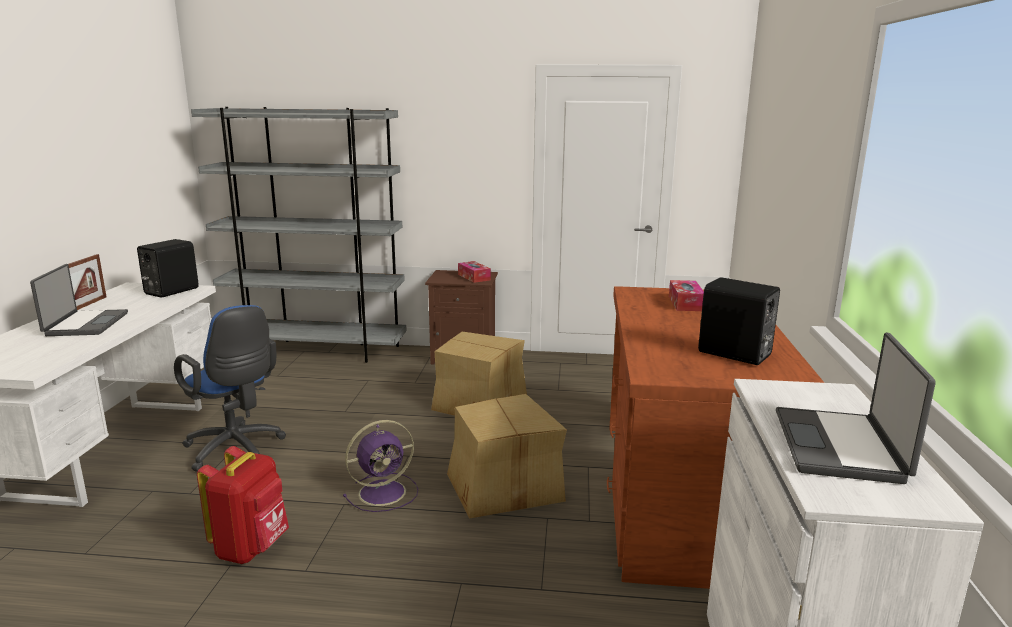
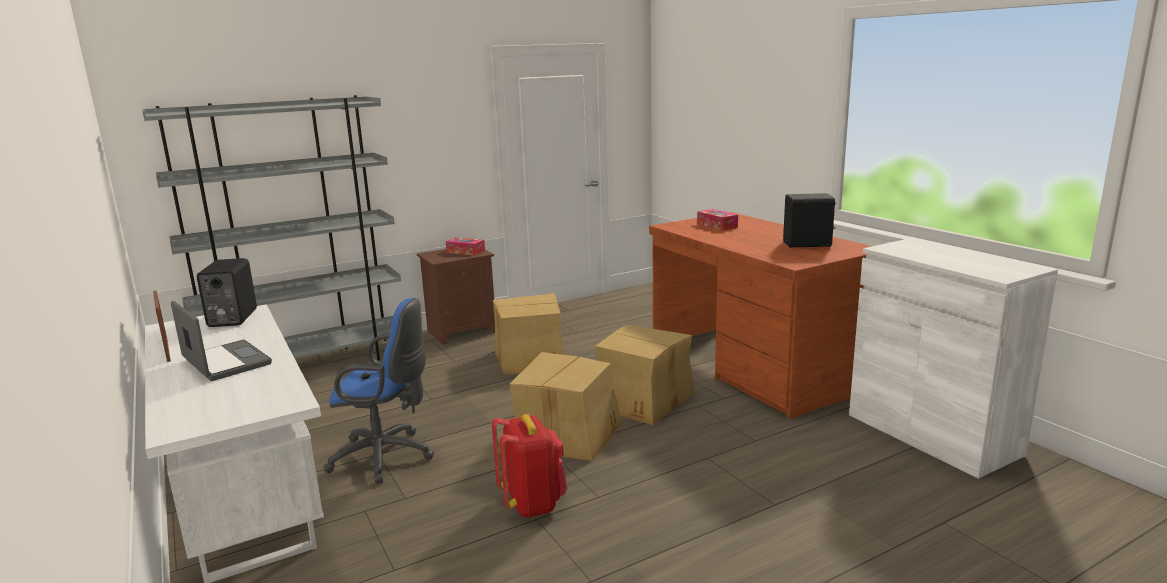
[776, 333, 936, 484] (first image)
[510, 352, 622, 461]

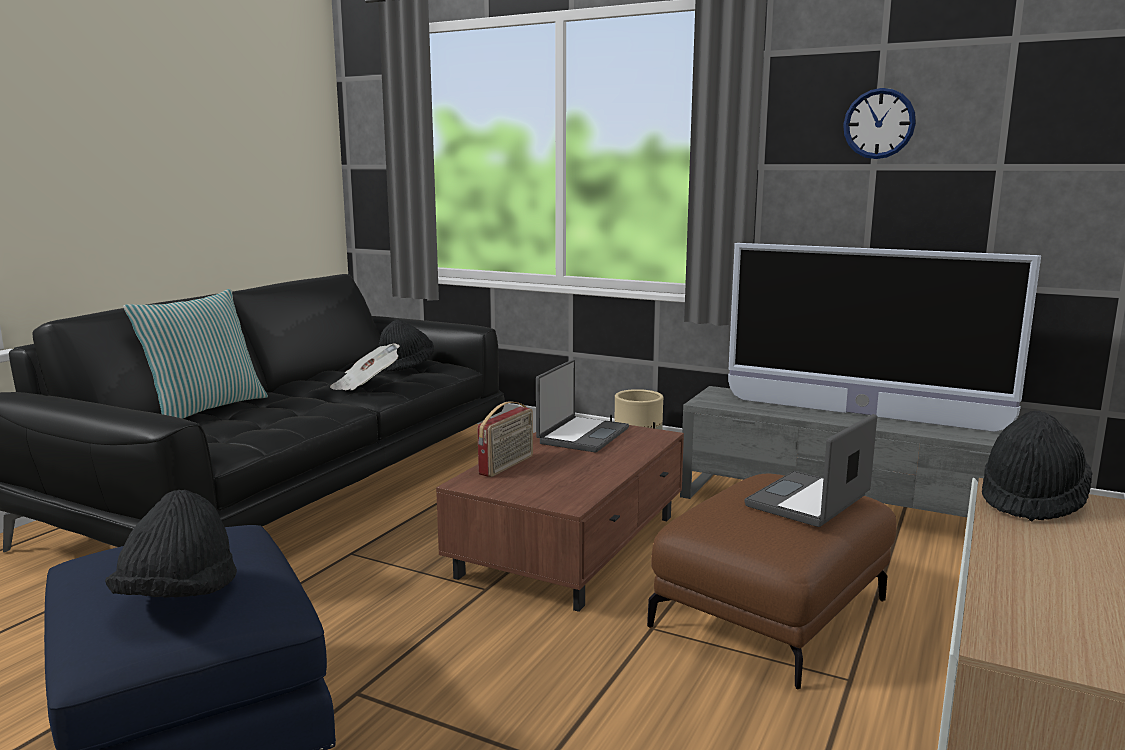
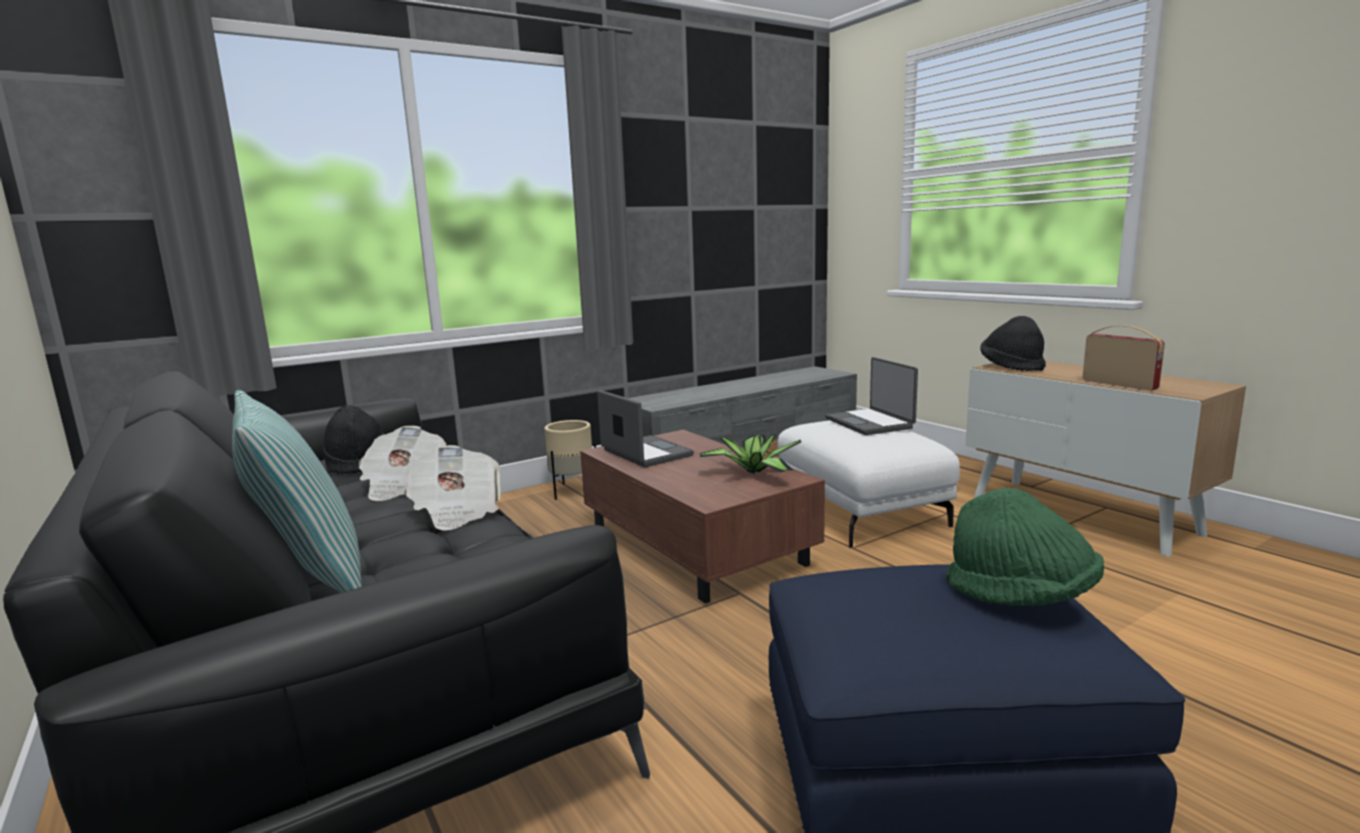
[728, 243, 1041, 432] (first image)
[843, 88, 916, 159] (first image)
[404, 445, 501, 531]
[700, 434, 801, 475]
[1082, 325, 1165, 391]
[946, 488, 1104, 607]
[777, 420, 960, 548]

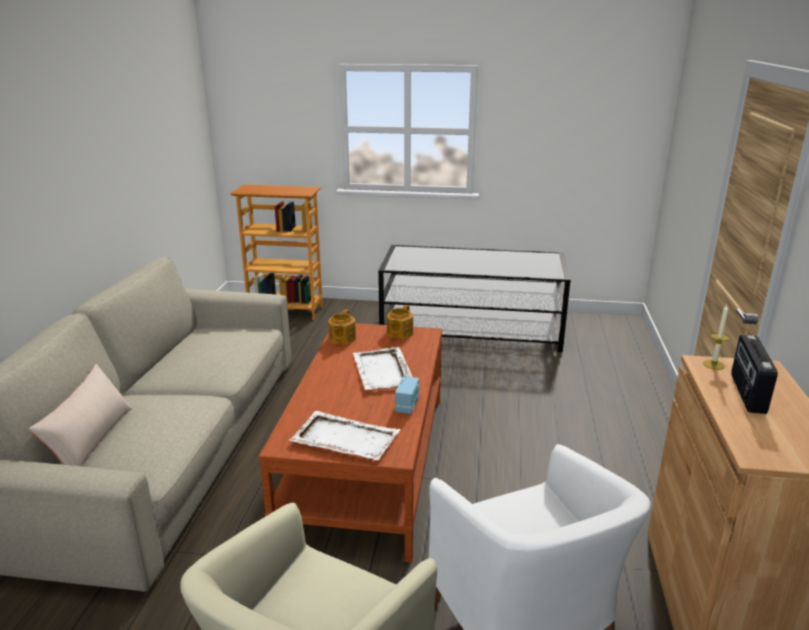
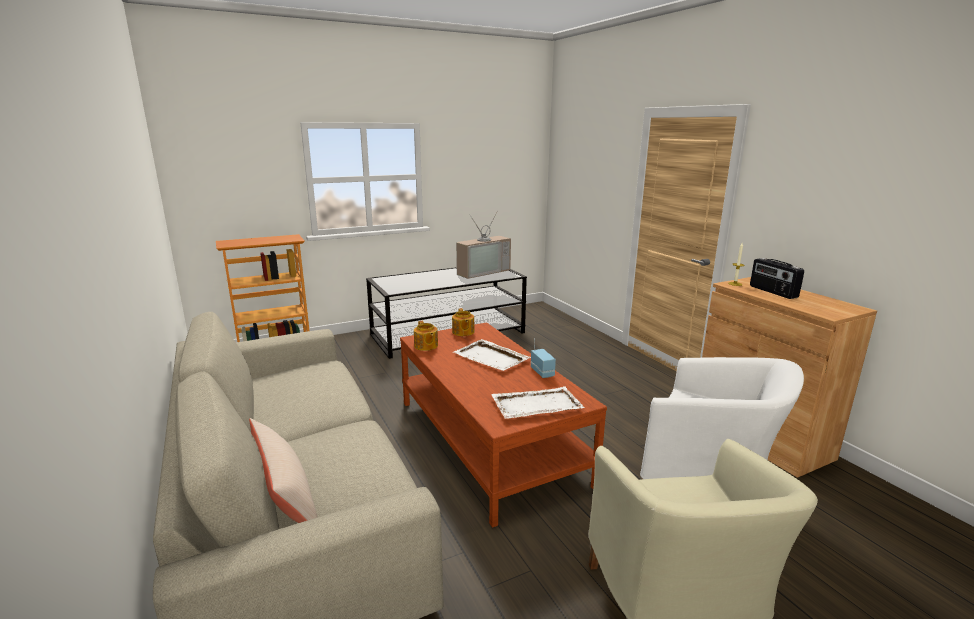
[456, 211, 511, 279]

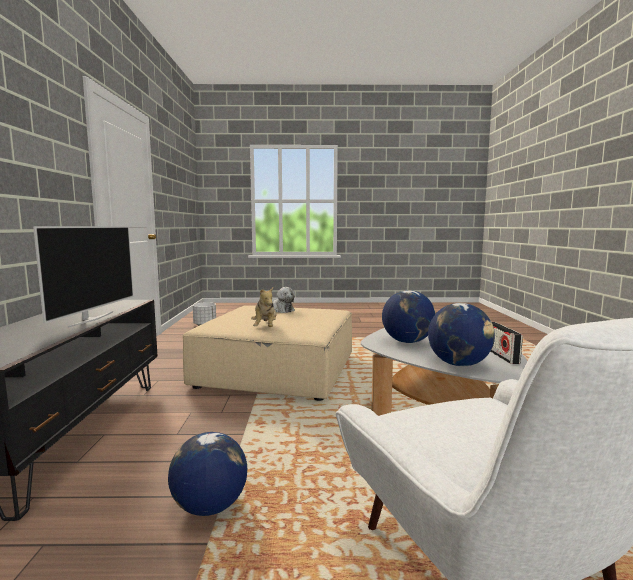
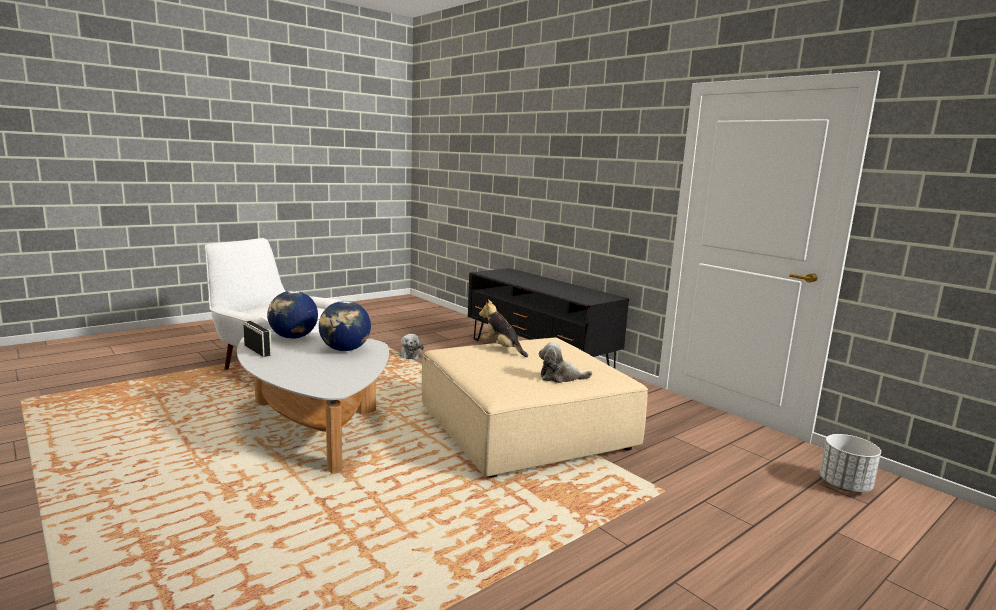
[33, 226, 134, 328] (first image)
[399, 334, 424, 360]

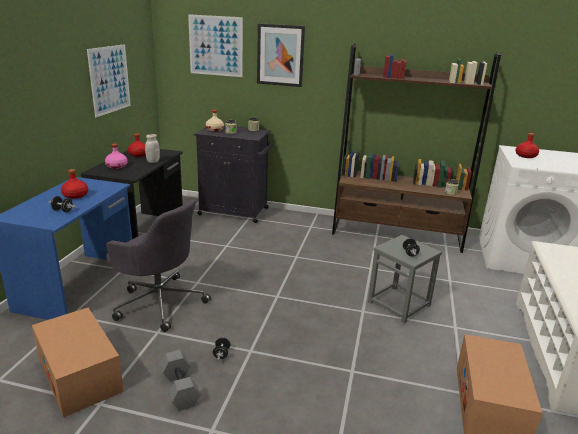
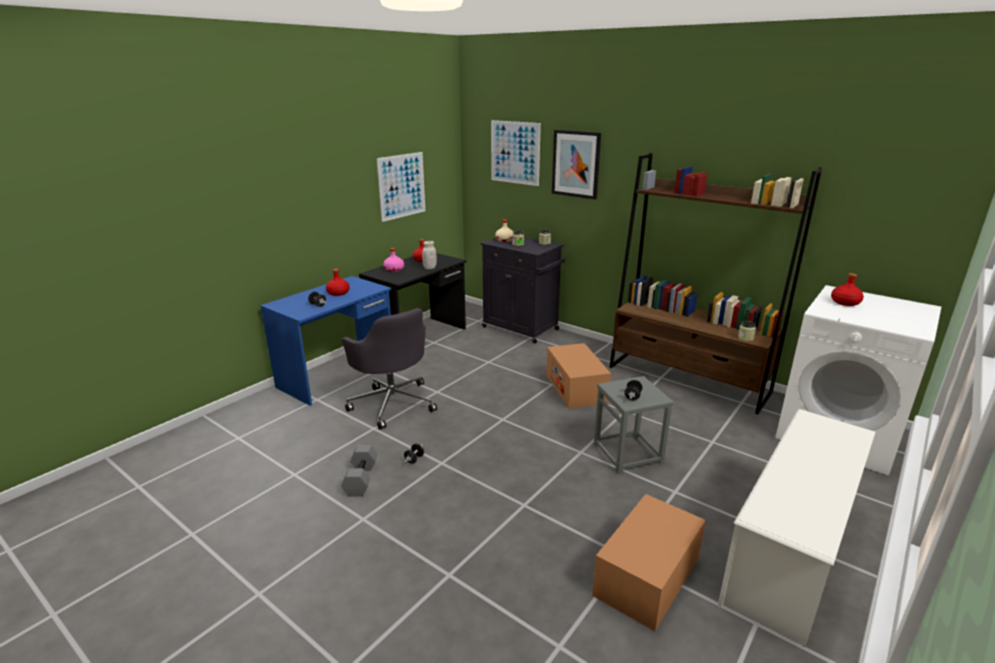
[546, 343, 611, 409]

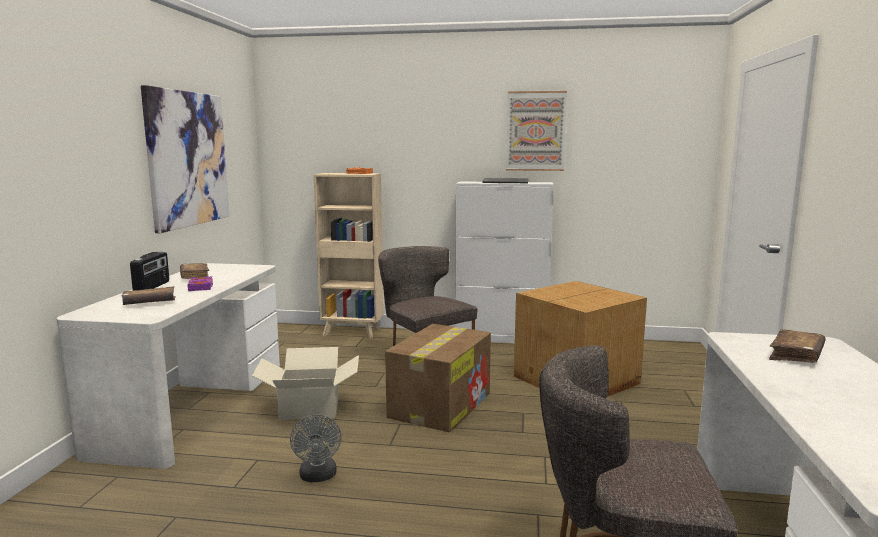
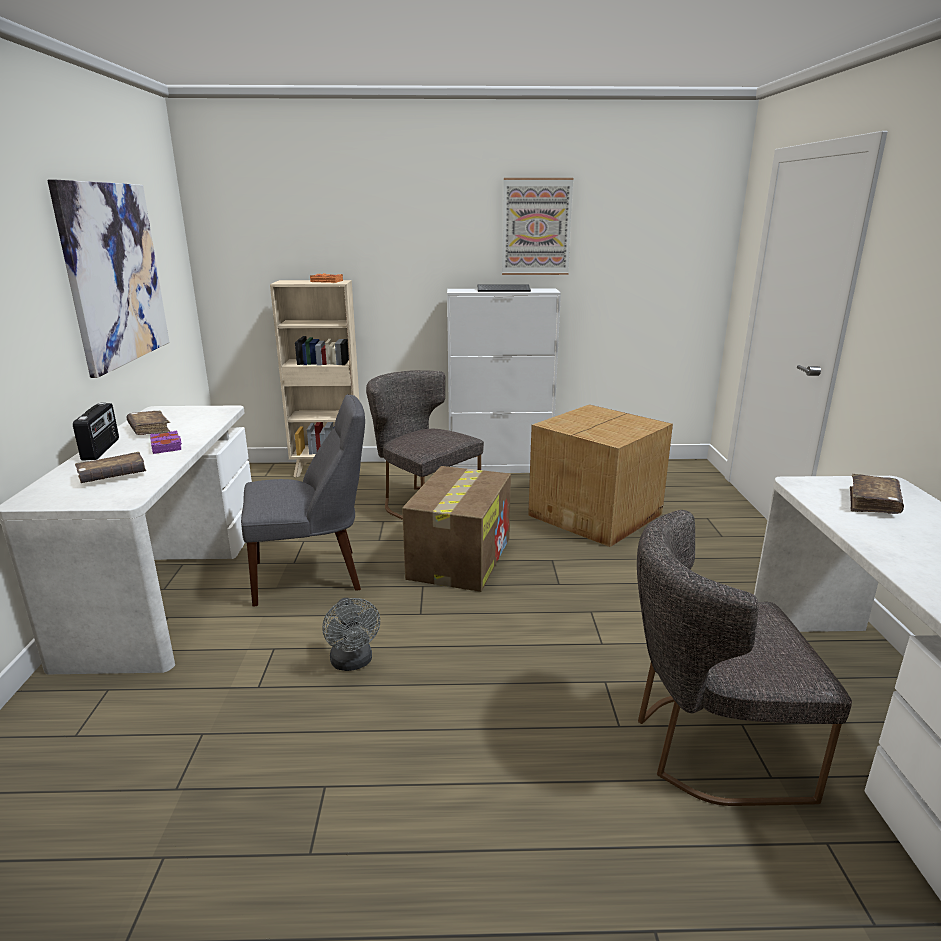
[241, 394, 365, 607]

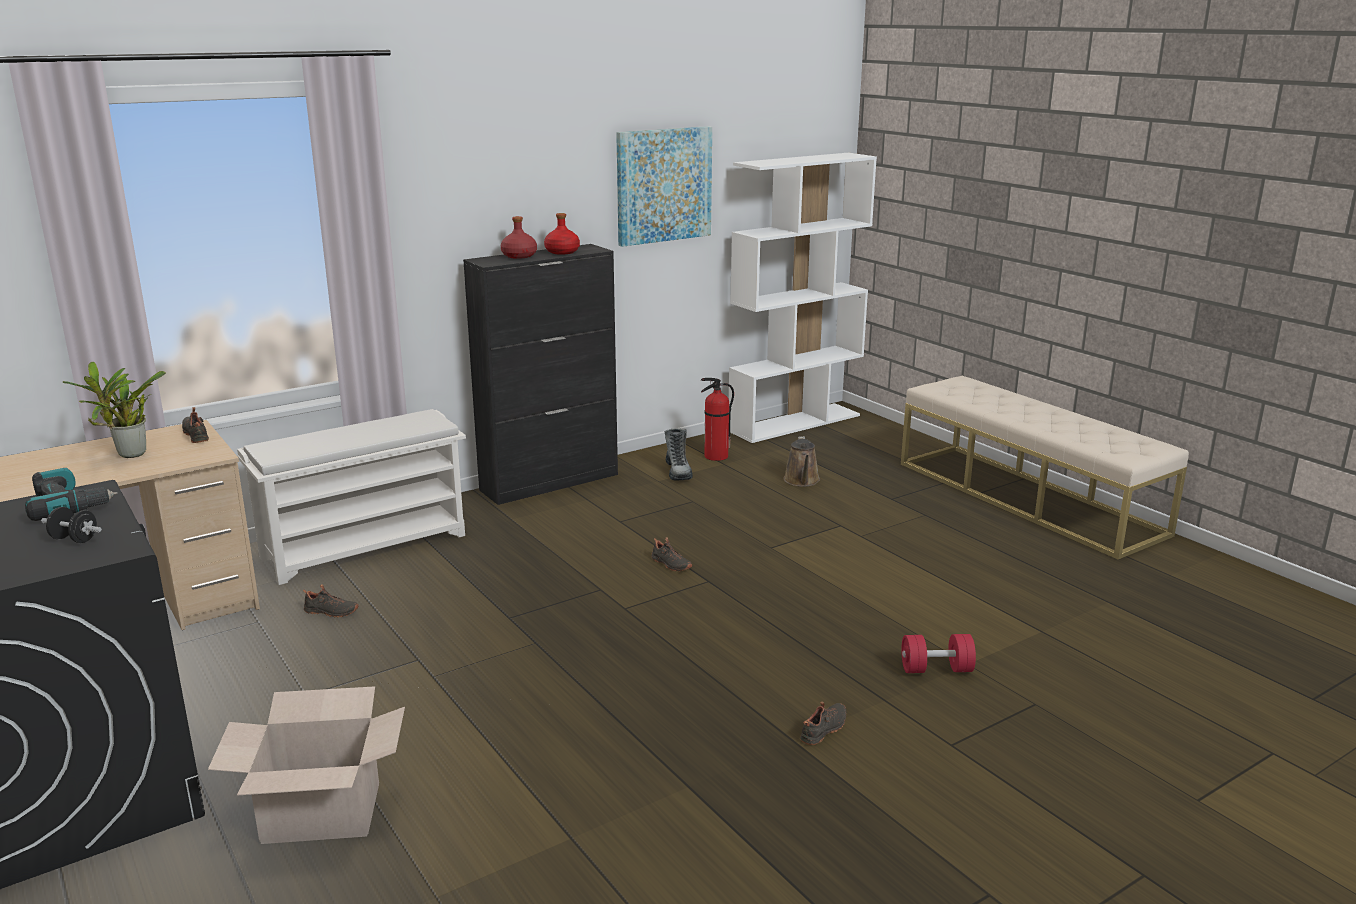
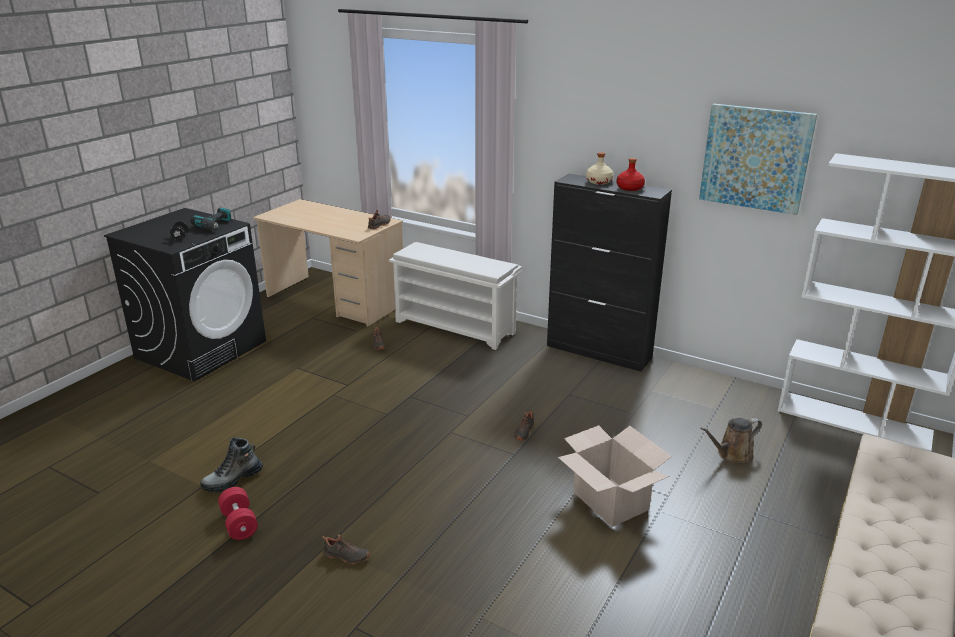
[63, 361, 166, 458] (first image)
[701, 378, 734, 461] (first image)
[558, 425, 672, 527]
[200, 437, 263, 492]
[218, 487, 258, 540]
[586, 152, 614, 185]

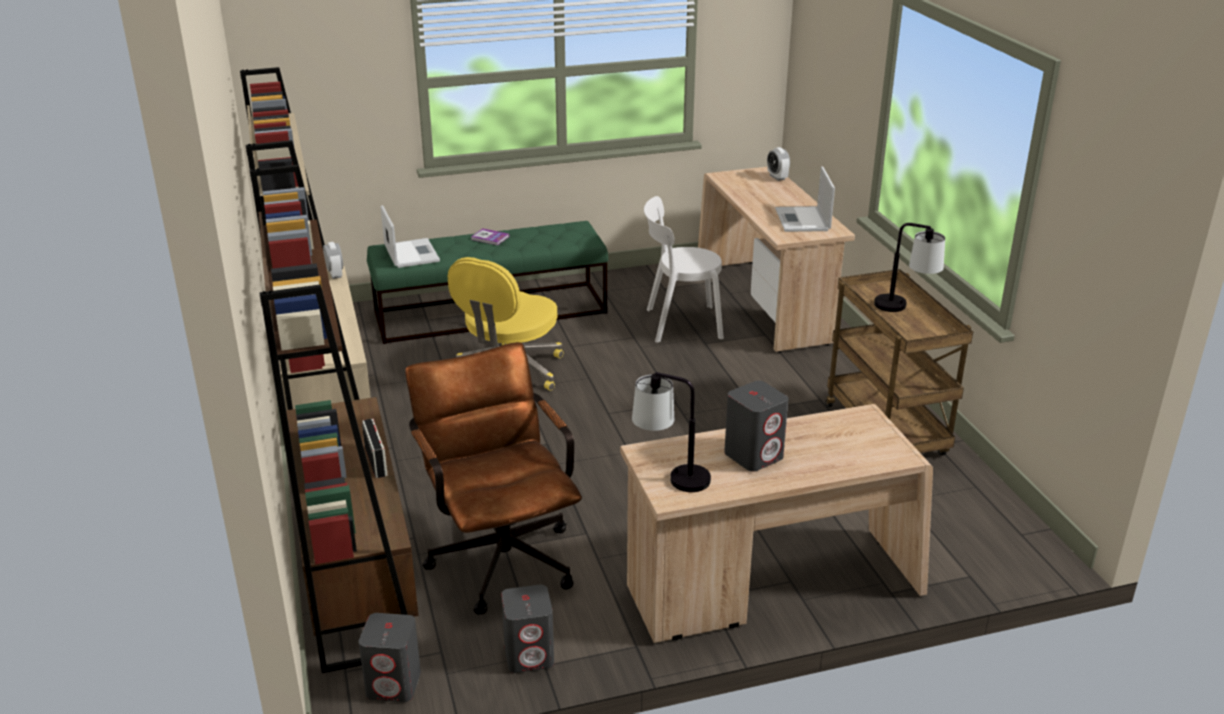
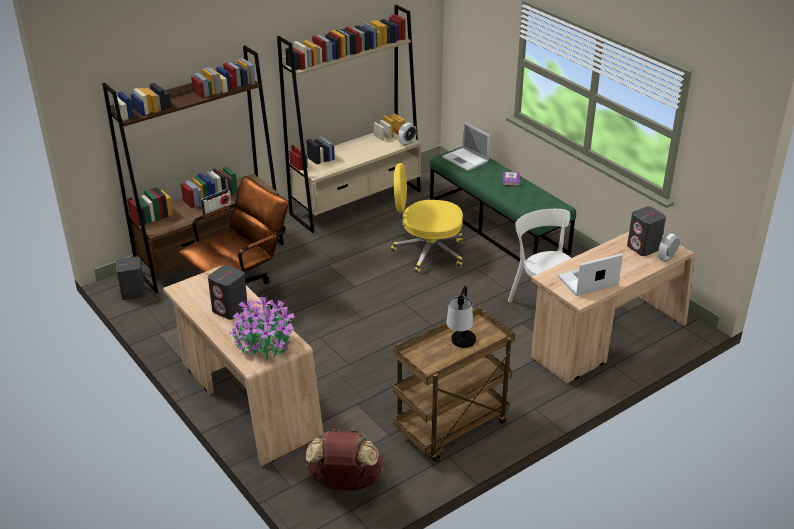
[632, 372, 711, 492] (first image)
[229, 297, 295, 359]
[306, 429, 384, 491]
[627, 206, 666, 256]
[442, 122, 490, 171]

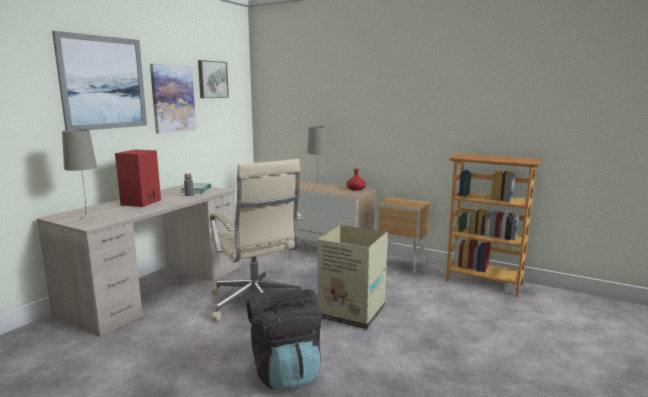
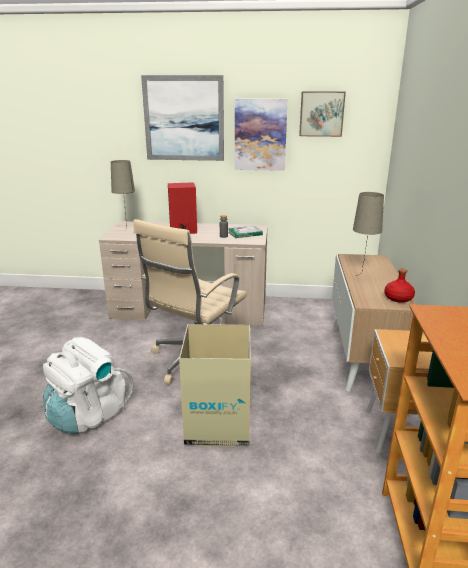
[43, 337, 134, 434]

